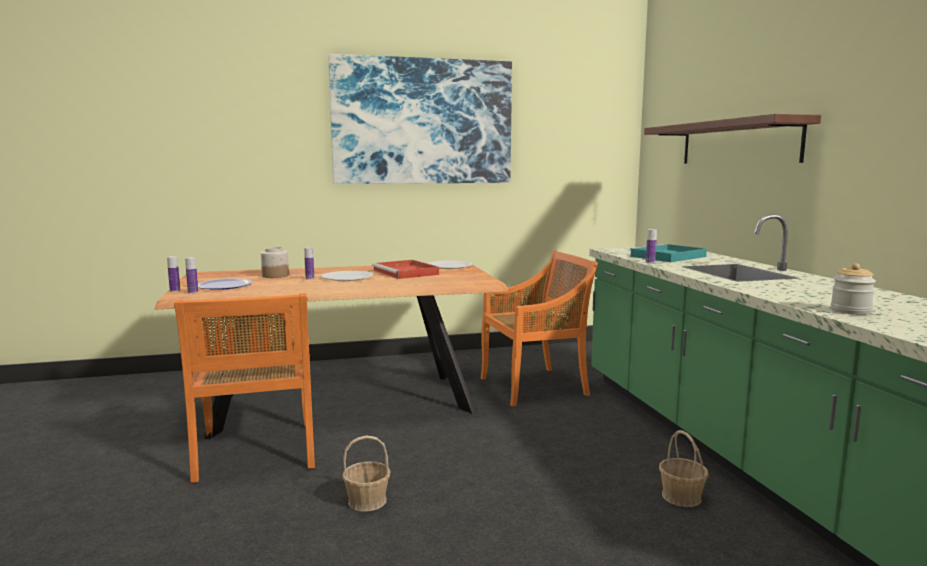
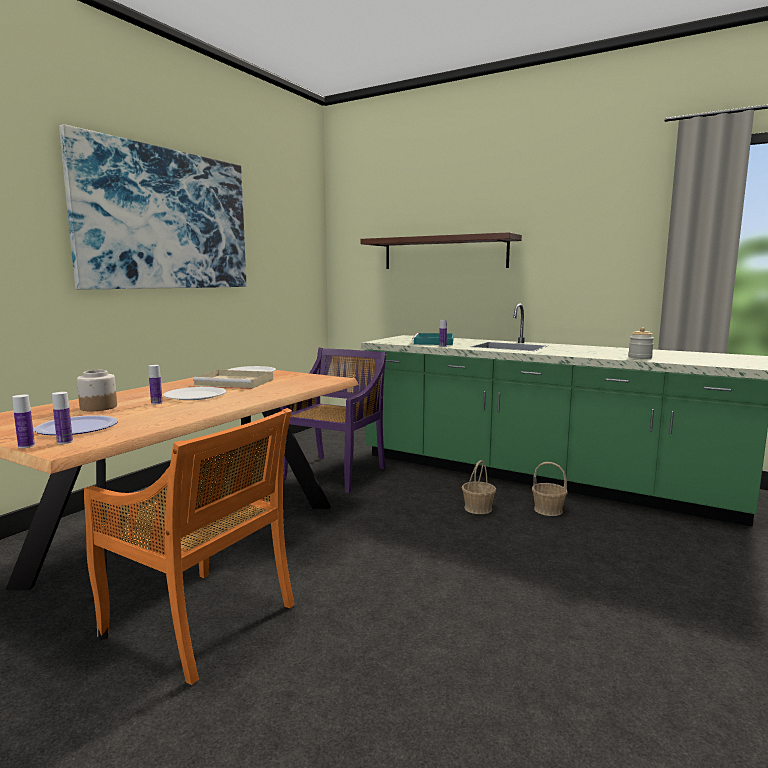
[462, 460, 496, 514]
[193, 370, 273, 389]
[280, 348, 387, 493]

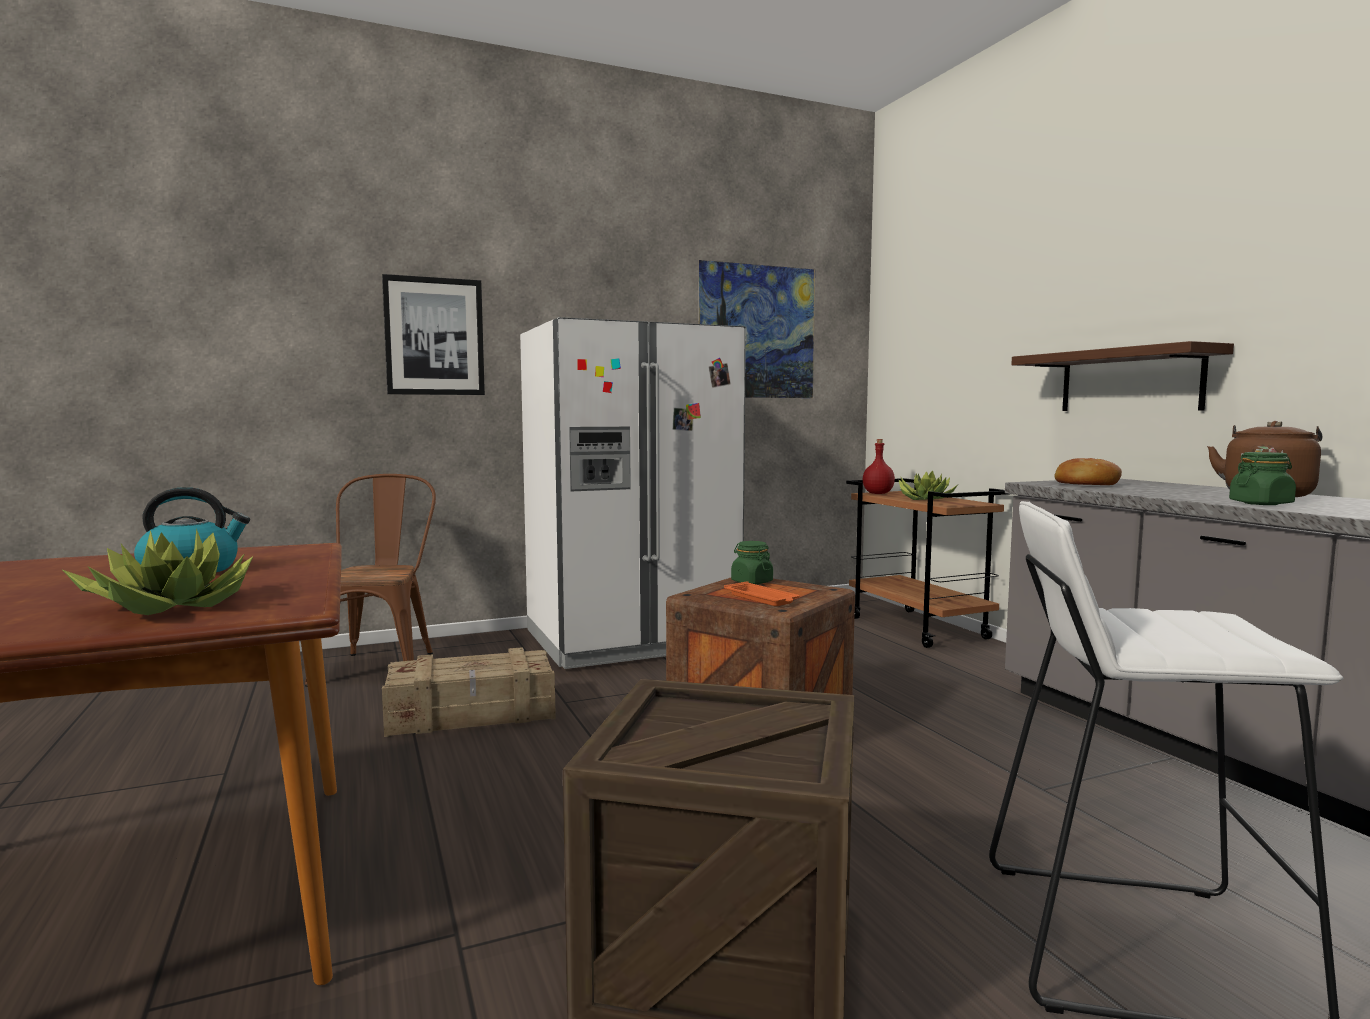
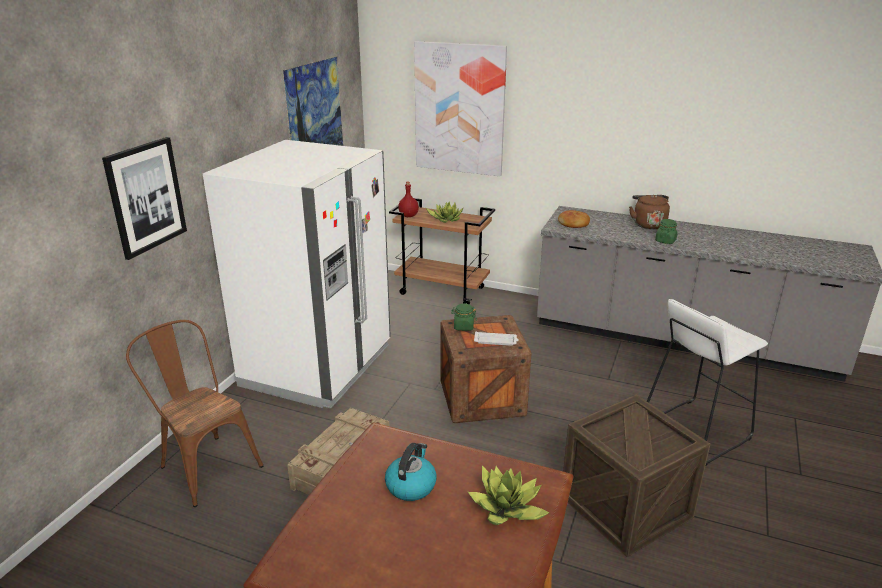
[1011, 341, 1234, 411] (first image)
[414, 41, 507, 176]
[474, 332, 519, 346]

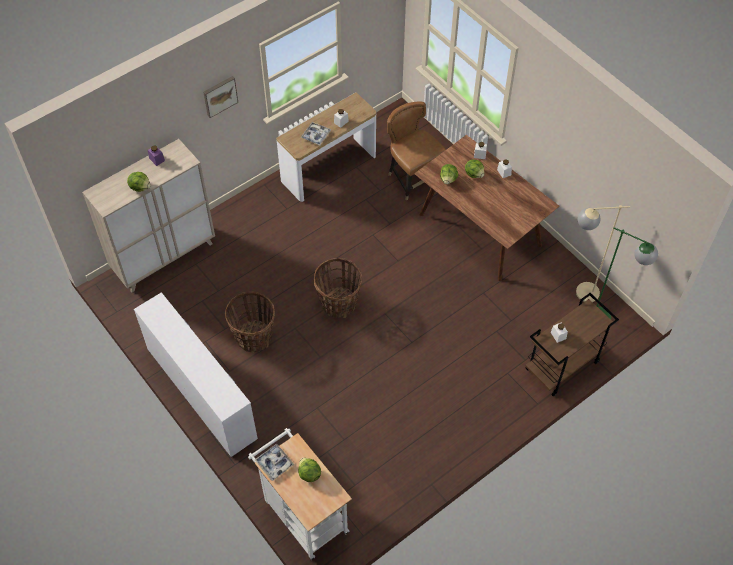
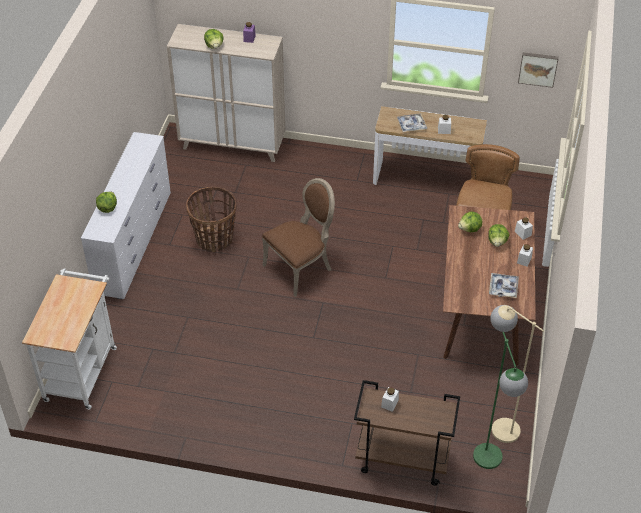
[518, 52, 559, 88]
[489, 273, 519, 298]
[96, 192, 117, 213]
[262, 178, 335, 297]

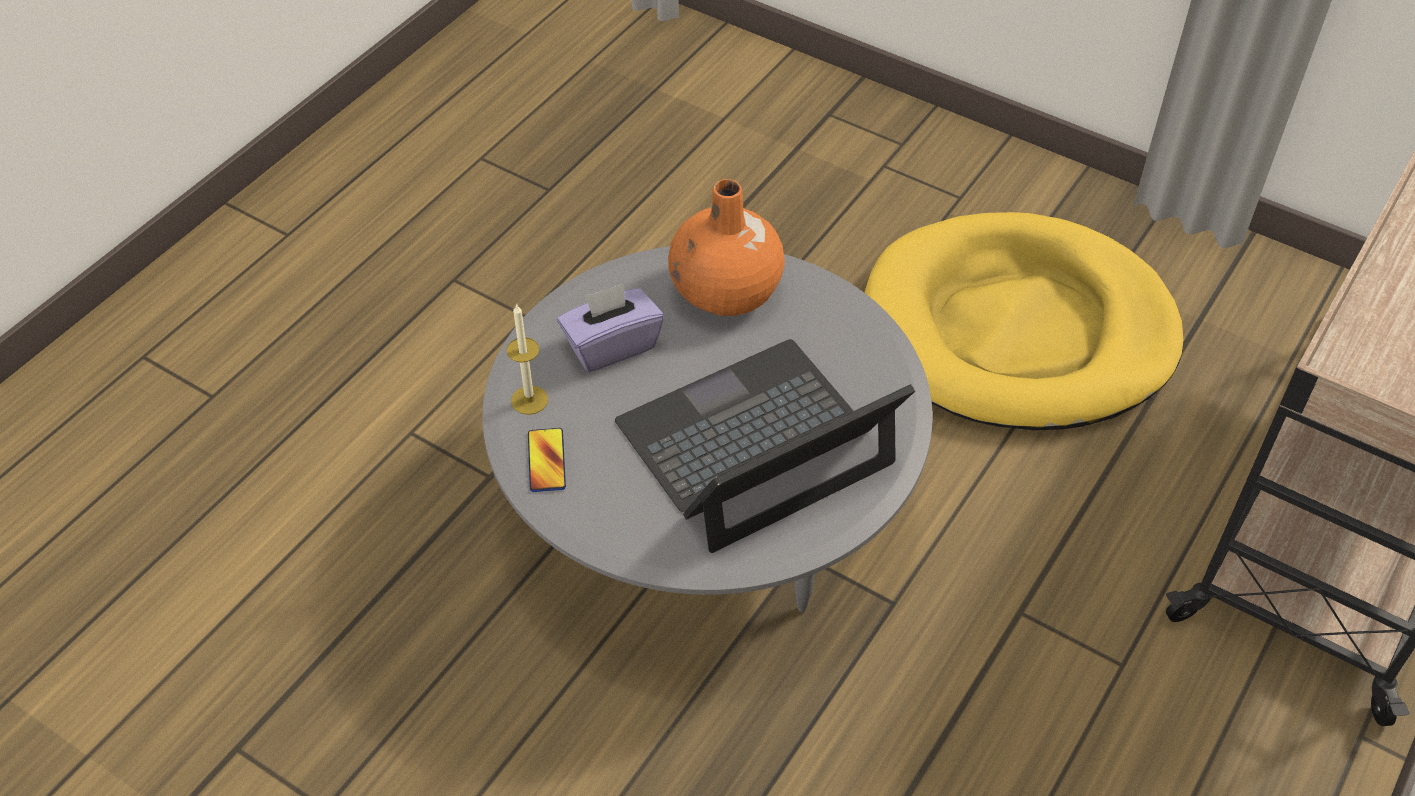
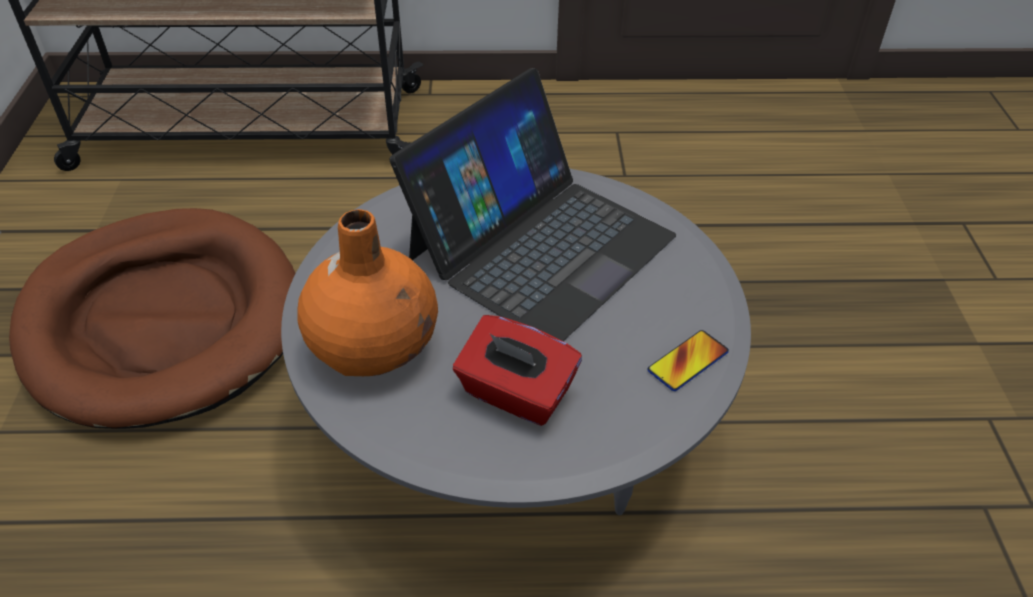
[506, 303, 548, 415] (first image)
[453, 315, 582, 426]
[9, 208, 296, 429]
[390, 68, 676, 341]

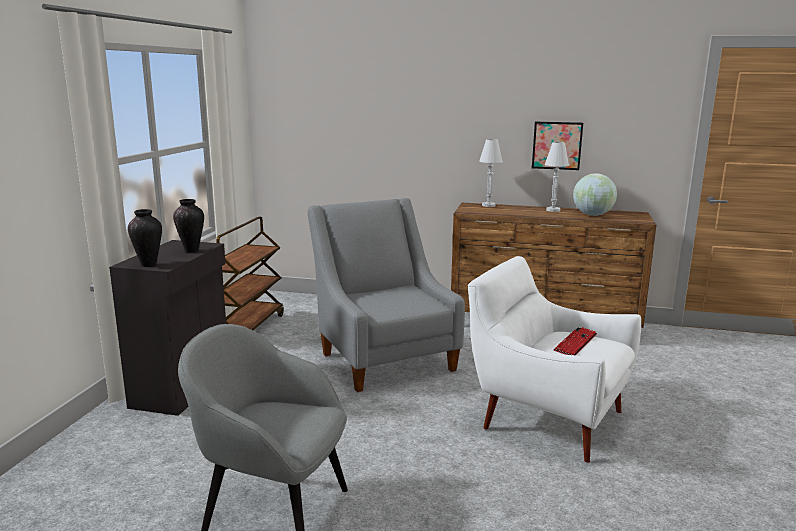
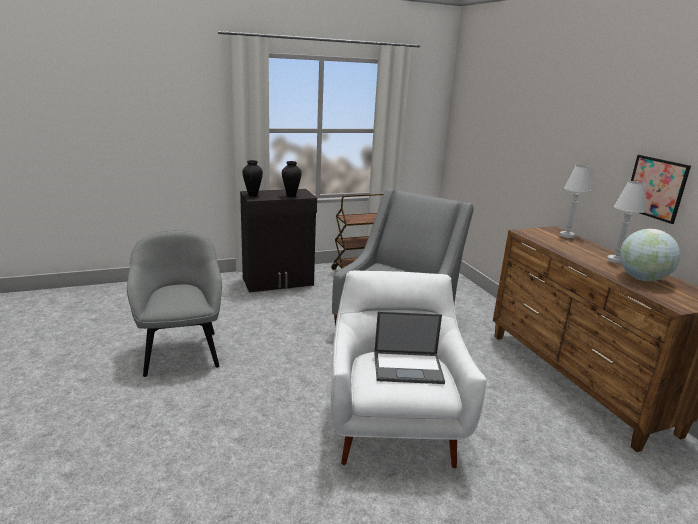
[374, 311, 445, 384]

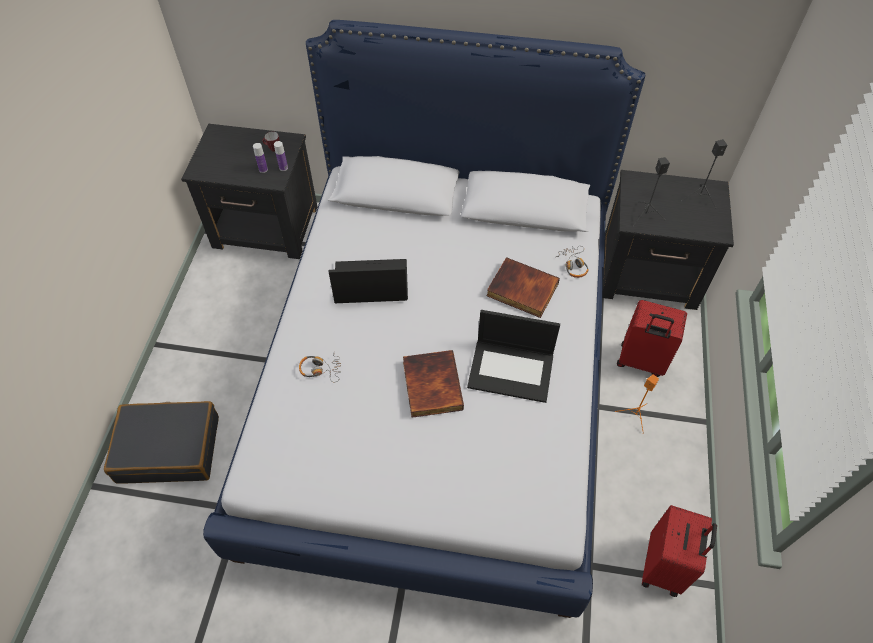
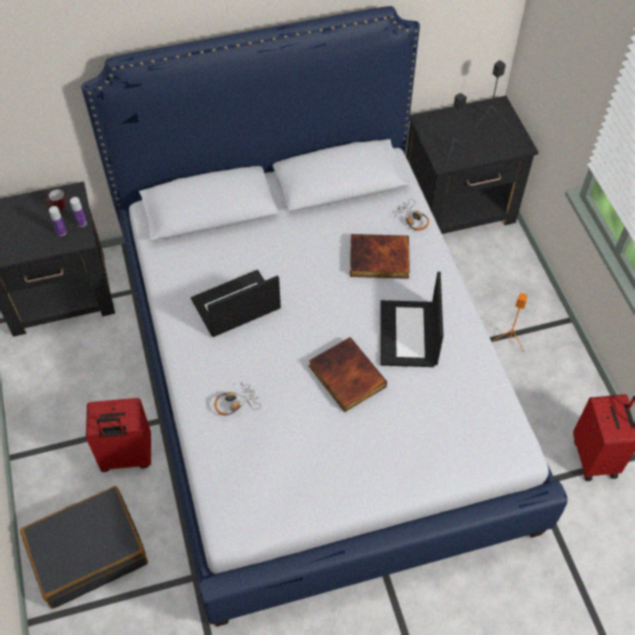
[86, 398, 151, 472]
[380, 272, 444, 367]

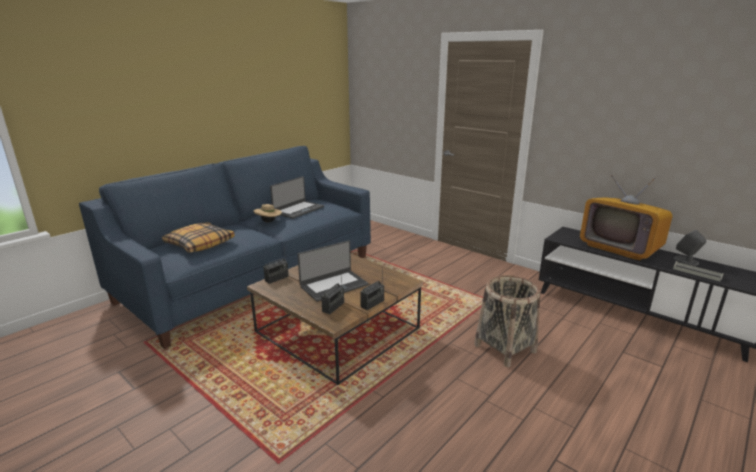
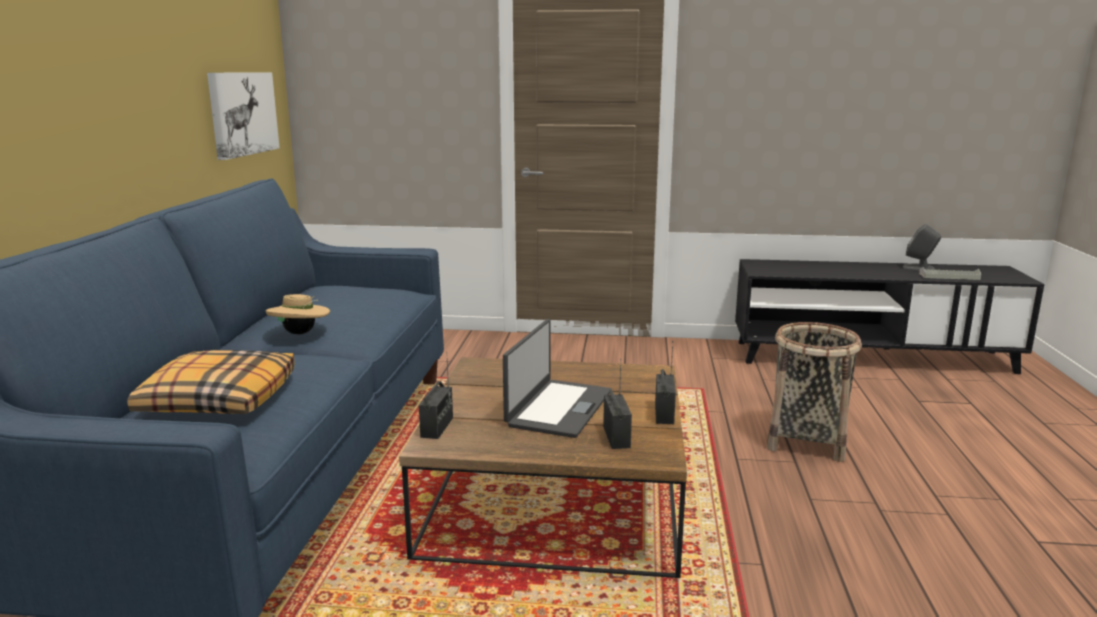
[270, 176, 324, 219] (first image)
[580, 175, 672, 261] (first image)
[207, 72, 280, 160]

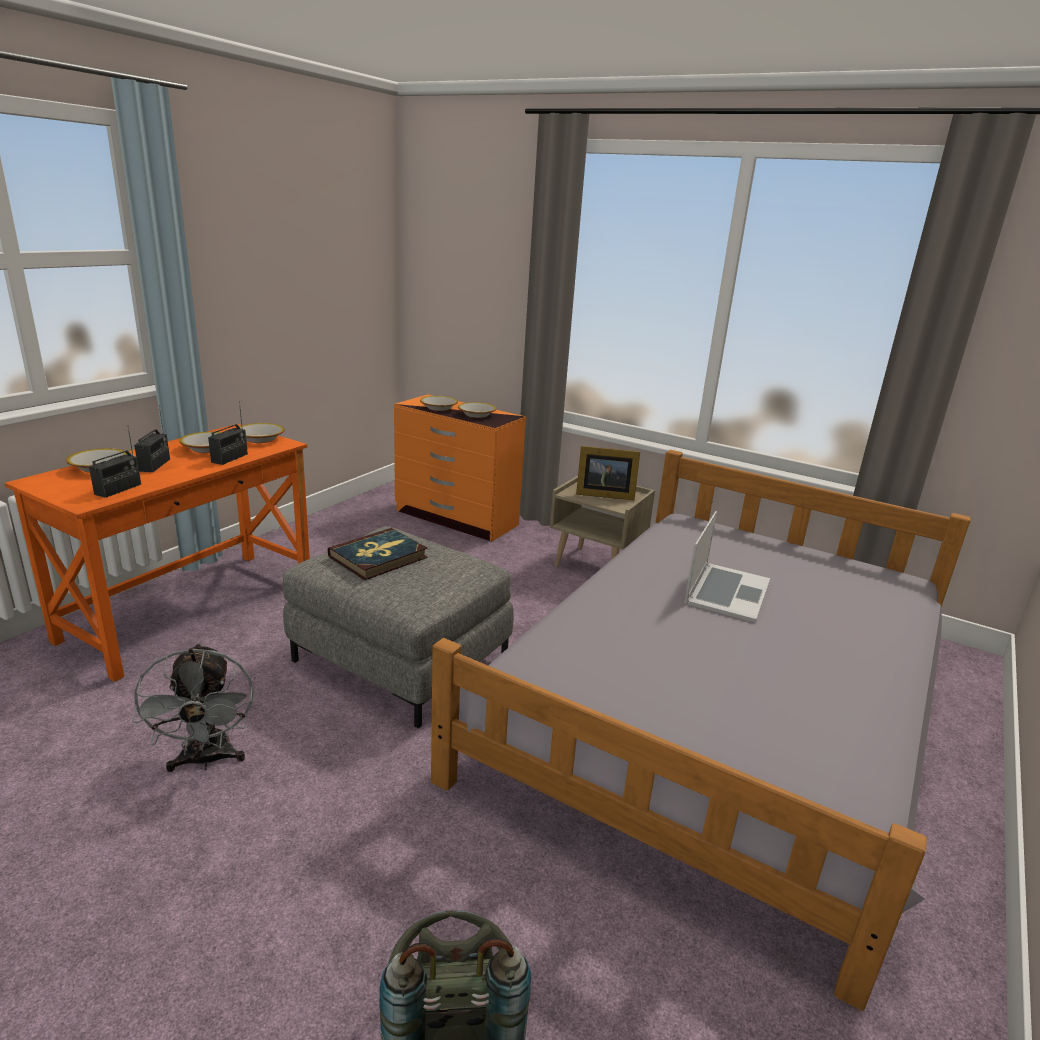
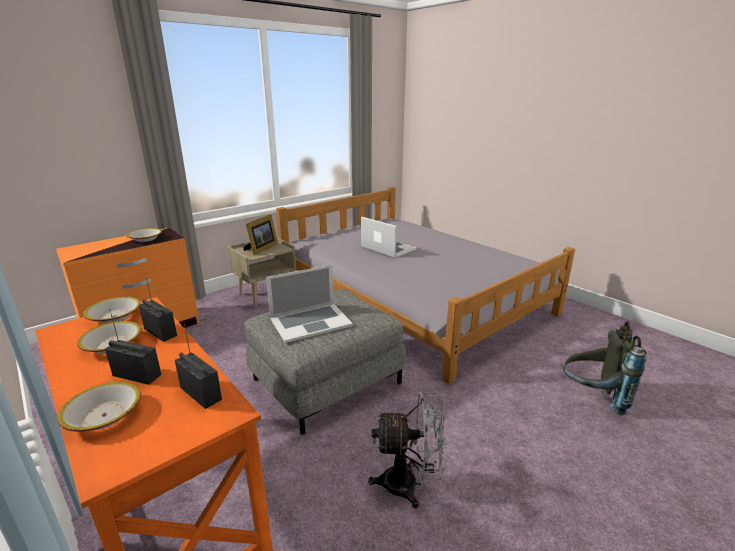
[420, 396, 458, 411] (first image)
[266, 265, 353, 343]

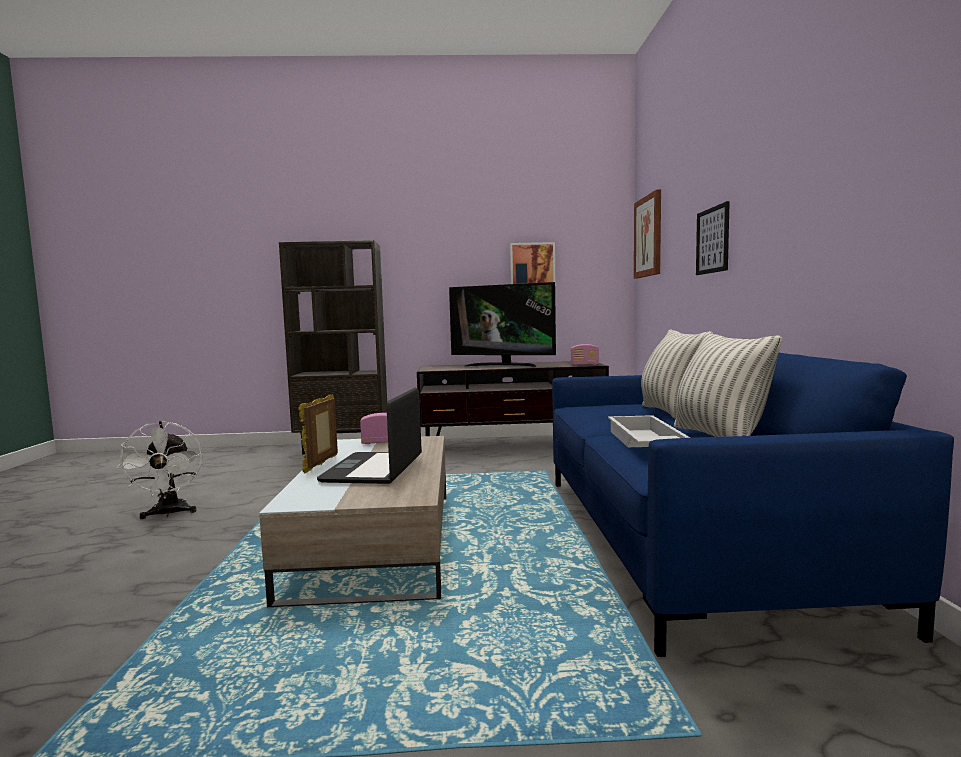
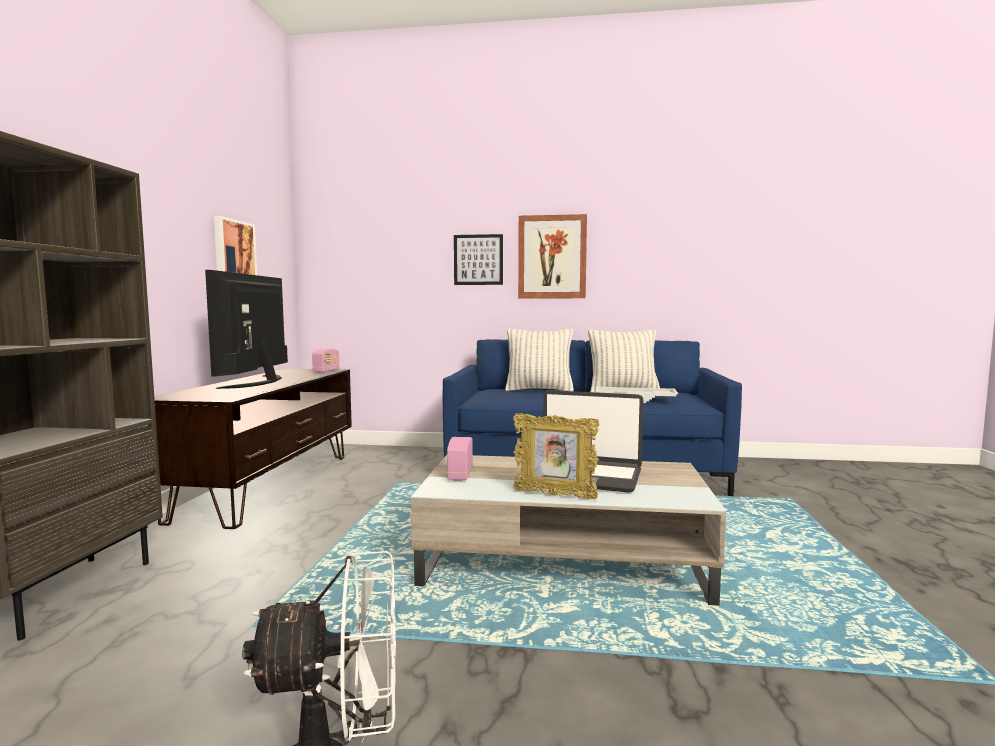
[518, 214, 587, 298]
[205, 270, 288, 389]

